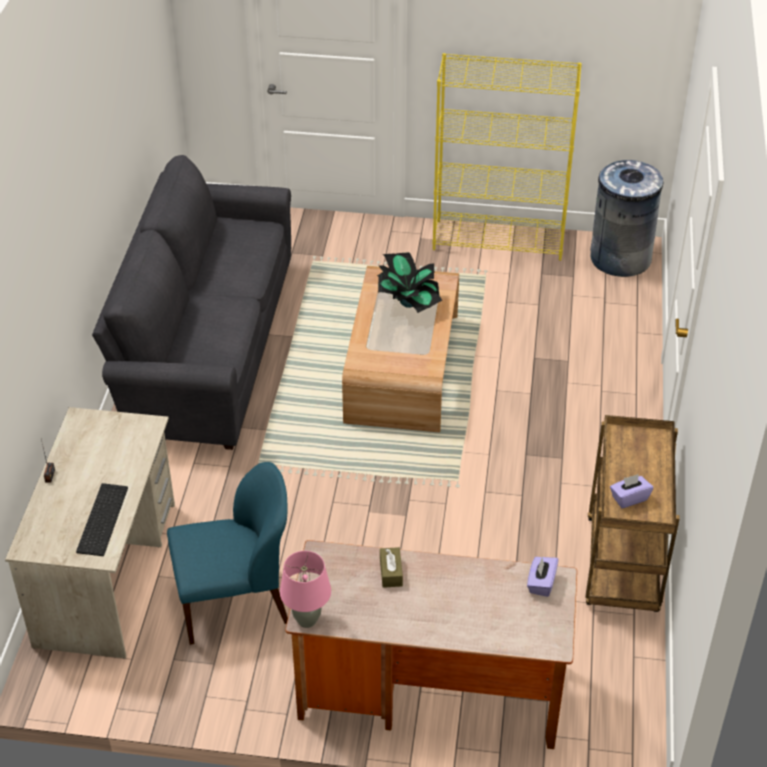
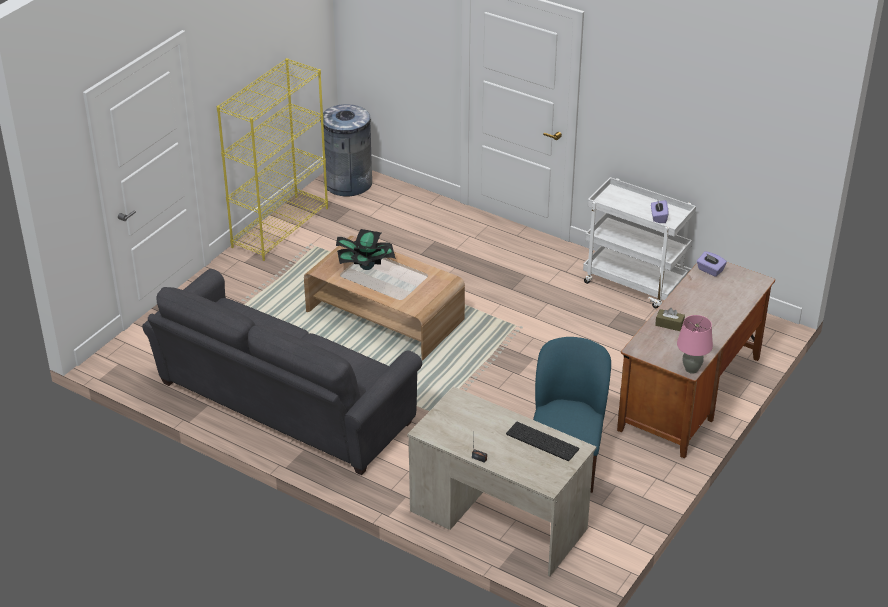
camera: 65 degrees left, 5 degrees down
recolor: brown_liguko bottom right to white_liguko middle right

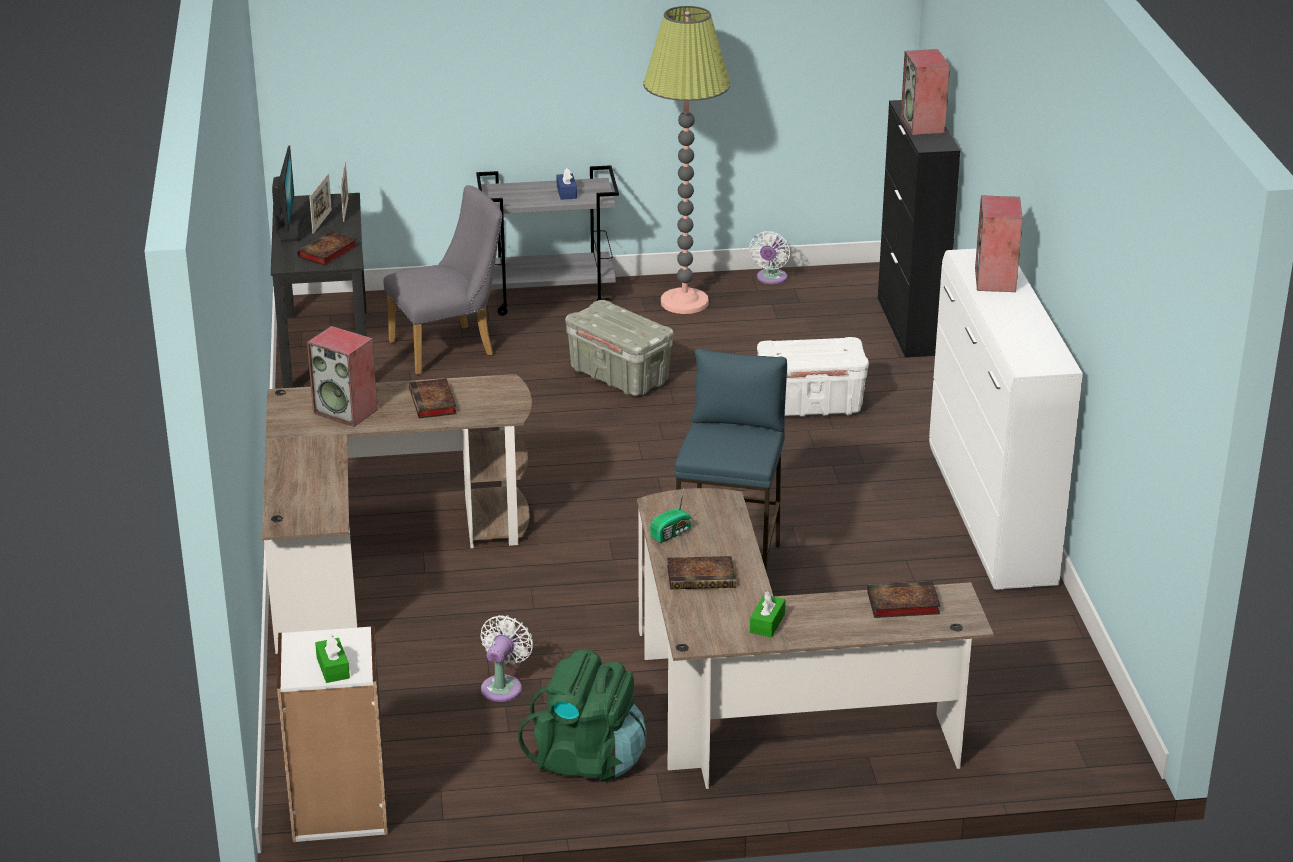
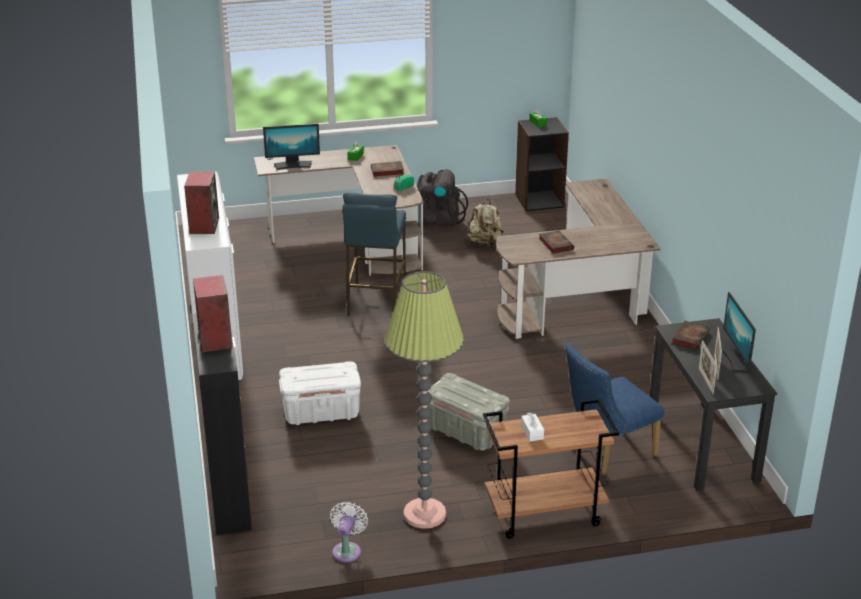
camera: 175 degrees right, 0 degrees up
delete: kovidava (1st from left) middle left
replace: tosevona (4th from left) bottom right to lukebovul (1st from left) top centre; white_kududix (1st from left) bottom centre to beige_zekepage centre
recolor: grey_liguko top centre to brown_liguko bottom centre; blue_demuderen top centre to white_demuderen bottom centre; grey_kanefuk top centre to blue_kanefuk bottom right; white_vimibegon bottom left to black_vimibegon top centre; green_zekepage bottom centre to black_zekepage top centre

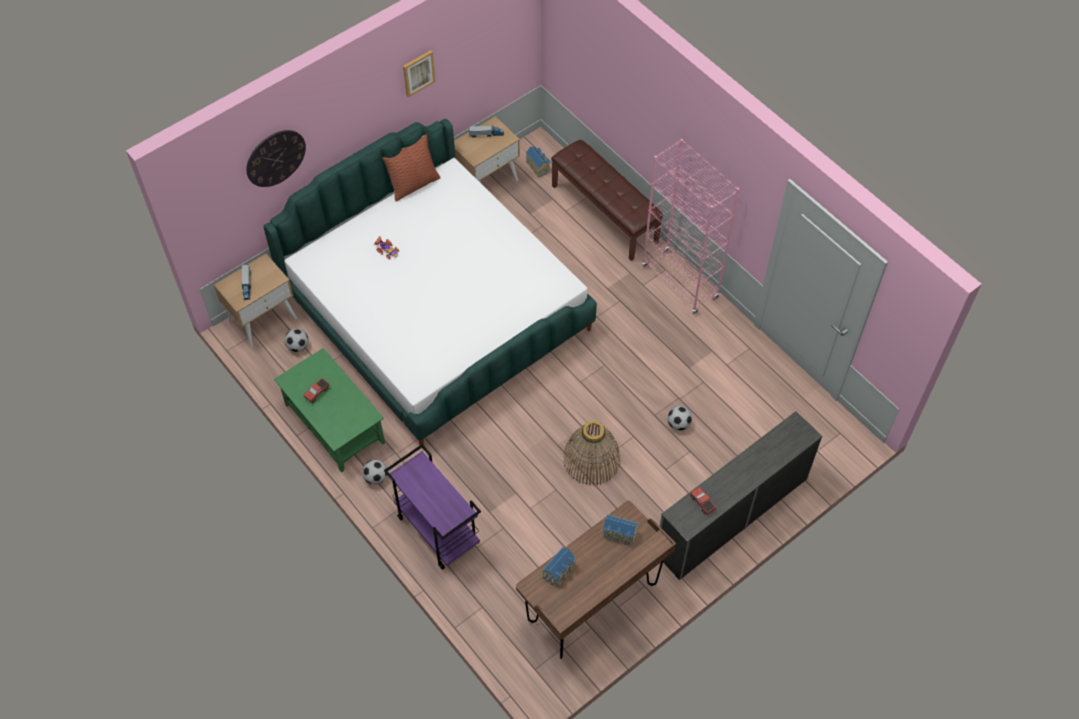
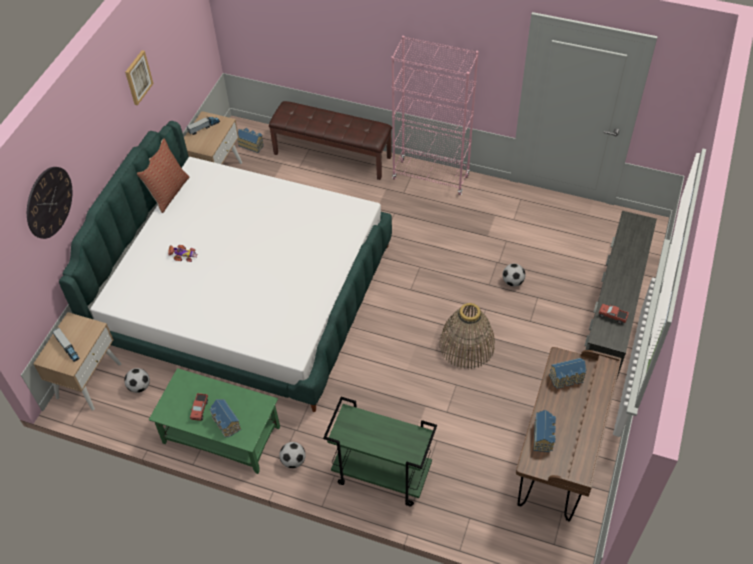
camera: 30 degrees left, 5 degrees down
insert: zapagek (1st from left) bottom left
recolor: purple_liguko bottom centre to green_liguko bottom centre

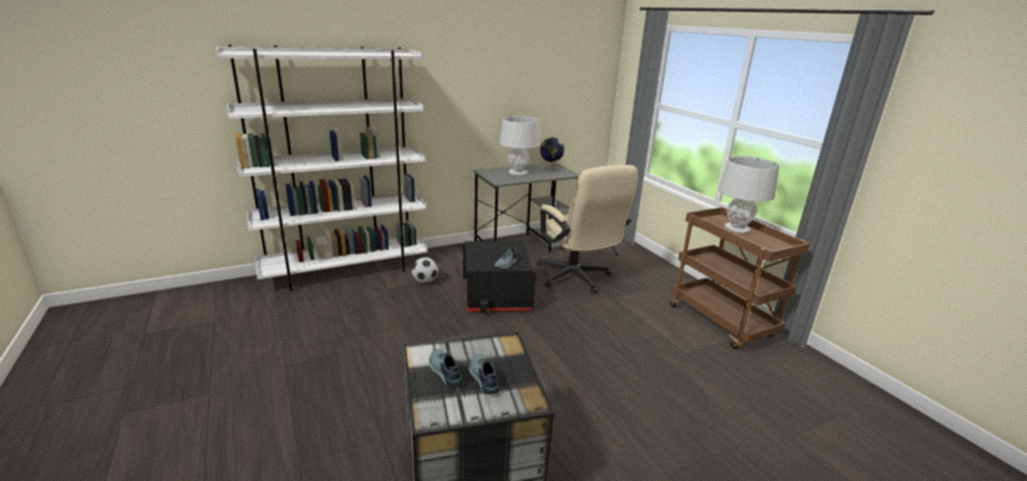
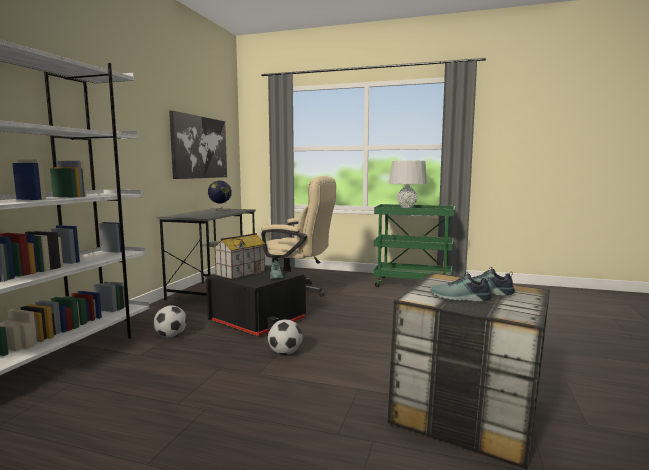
camera: 45 degrees left, 15 degrees down
delete: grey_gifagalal (1st from left) top centre
insert: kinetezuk top left; zapagek centre; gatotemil (2nd from left) bottom centre
recolor: brown_liguko middle right to green_liguko centre

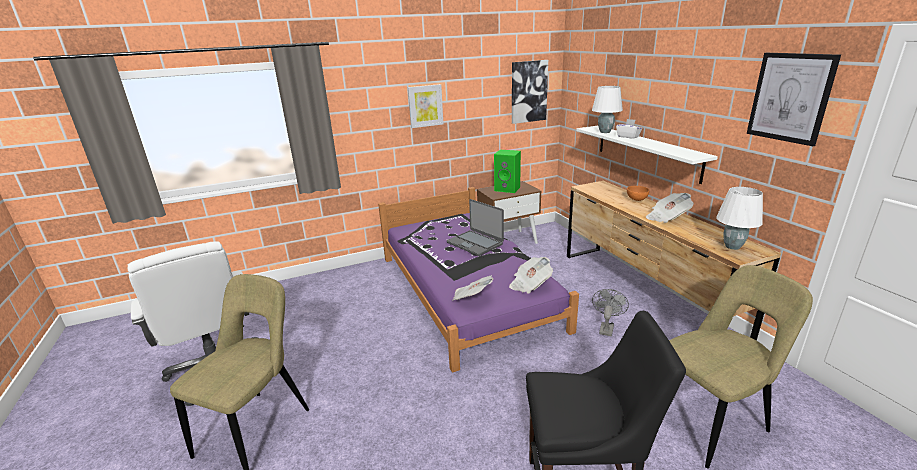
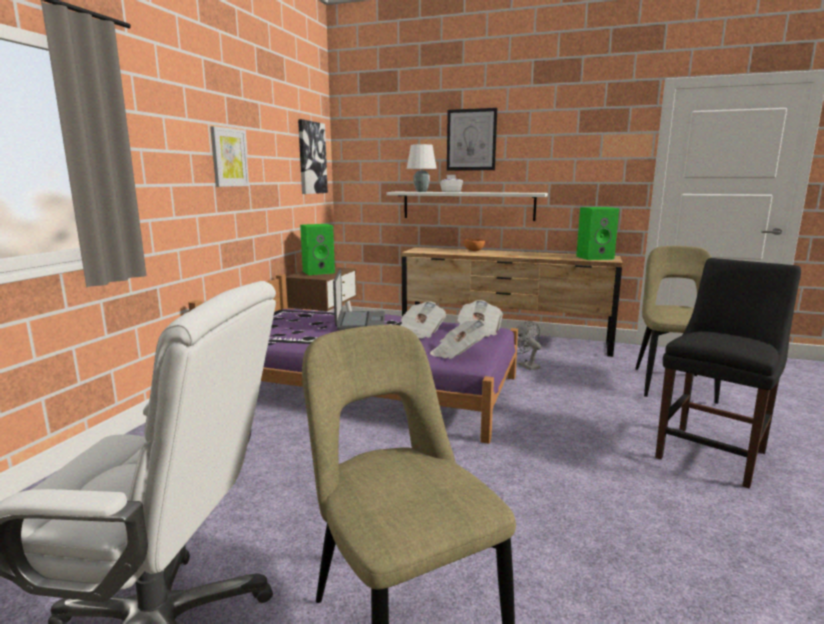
camera: 50 degrees left, 10 degrees down
move: kinetezuk (3rd from left) top right to top centre; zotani (3rd from left in the first image) middle right to zotani (1st from left) centre
replace: white_gifagalal (2nd from left) middle right to green_kovidava (2nd from left) middle right
rotate: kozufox centre = centre 90 degrees counterclockwise

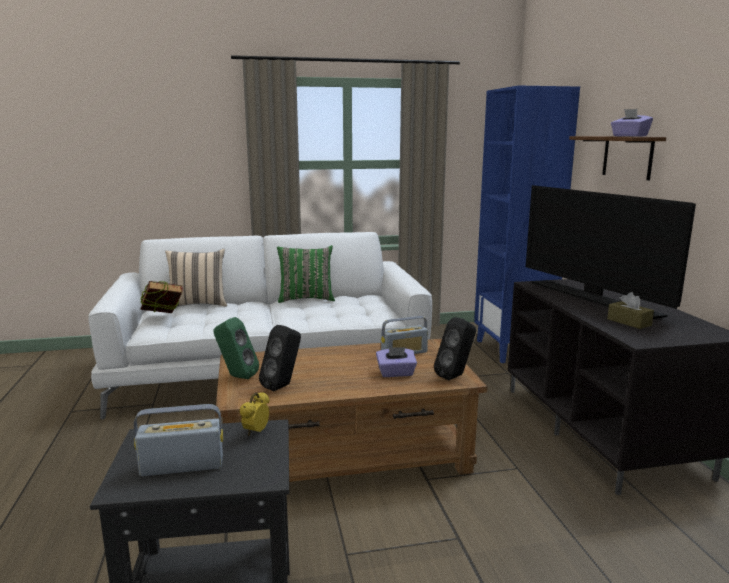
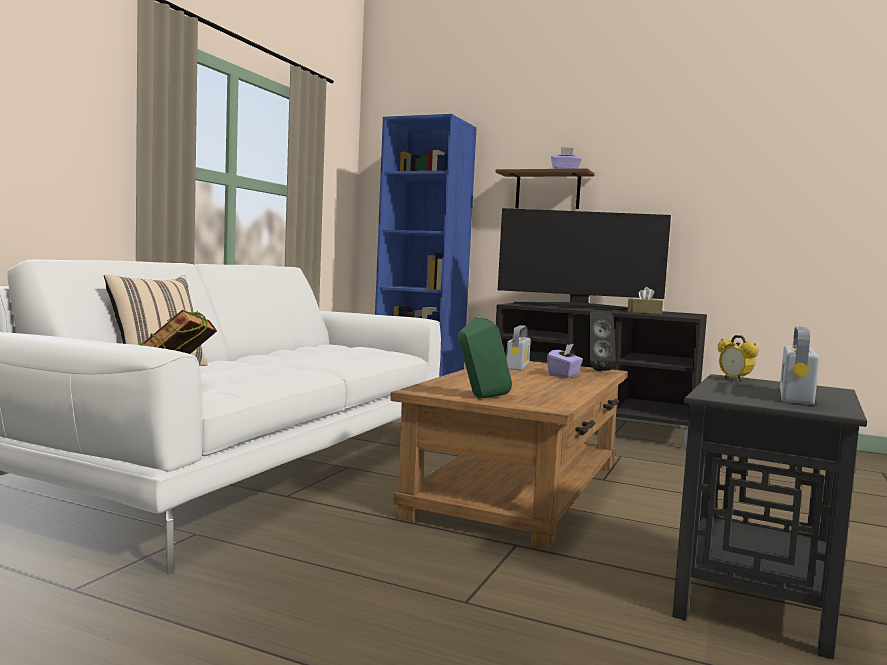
camera: 55 degrees left, 10 degrees down
delete: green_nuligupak centre; black_kovidava (1st from left) centre

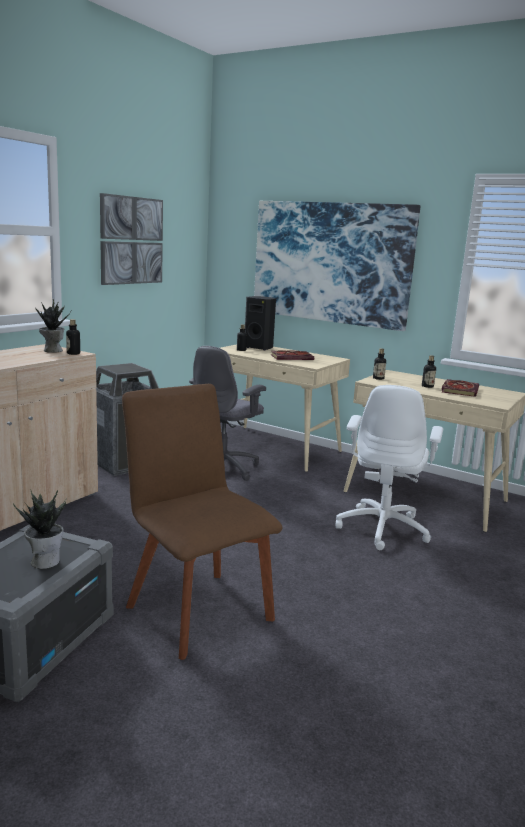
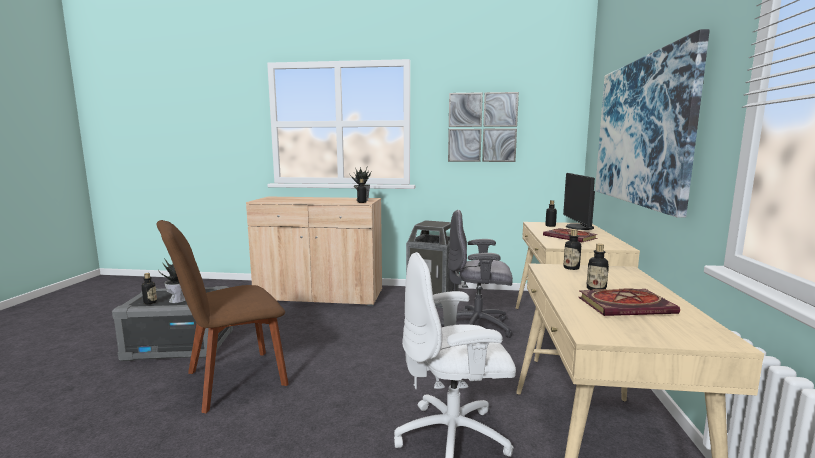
camera: 65 degrees right, 5 degrees down
insert: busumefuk (1st from left) middle left
replace: black_kovidava centre to lukebovul middle right
rotate: brown_kanefuk centre = bottom left 150 degrees counterclockwise

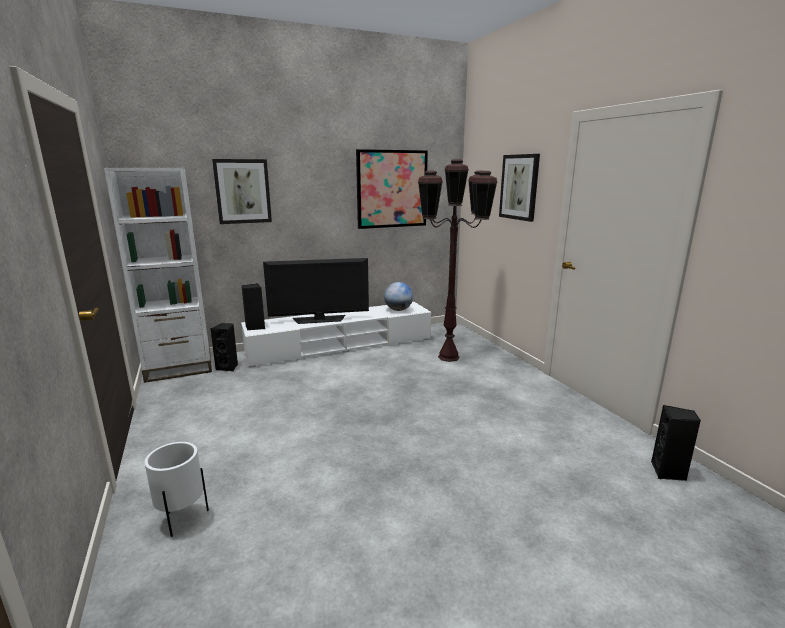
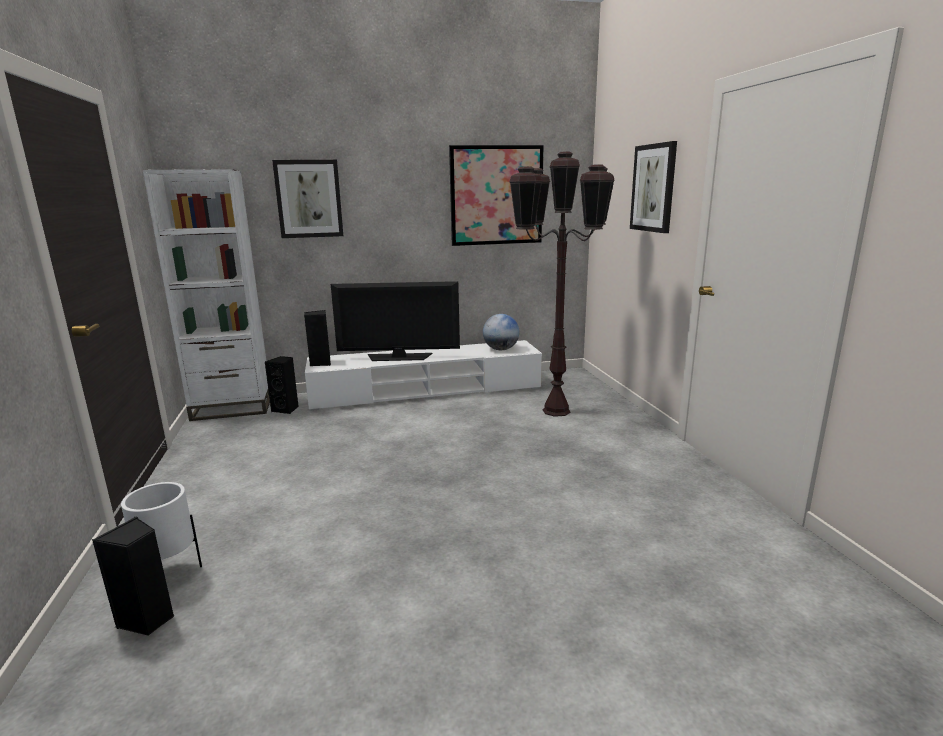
camera: 10 degrees right, 0 degrees up
move: black_kovidava (3rd from left in the first image) bottom right to black_kovidava (1st from left) bottom left

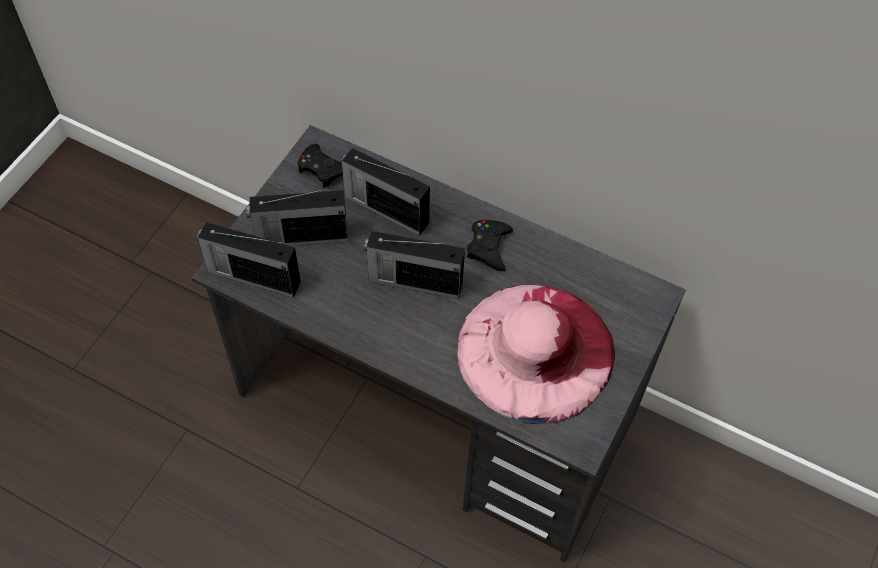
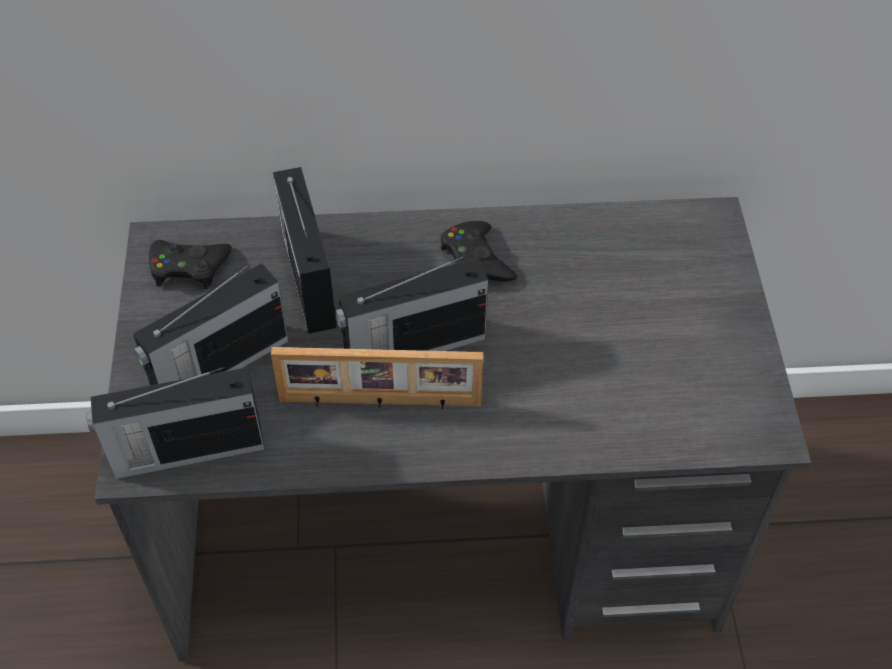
camera: 30 degrees left, 5 degrees down
delete: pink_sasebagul centre
insert: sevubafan centre
rotate: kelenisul (3rd from left) centre = centre 75 degrees clockwise

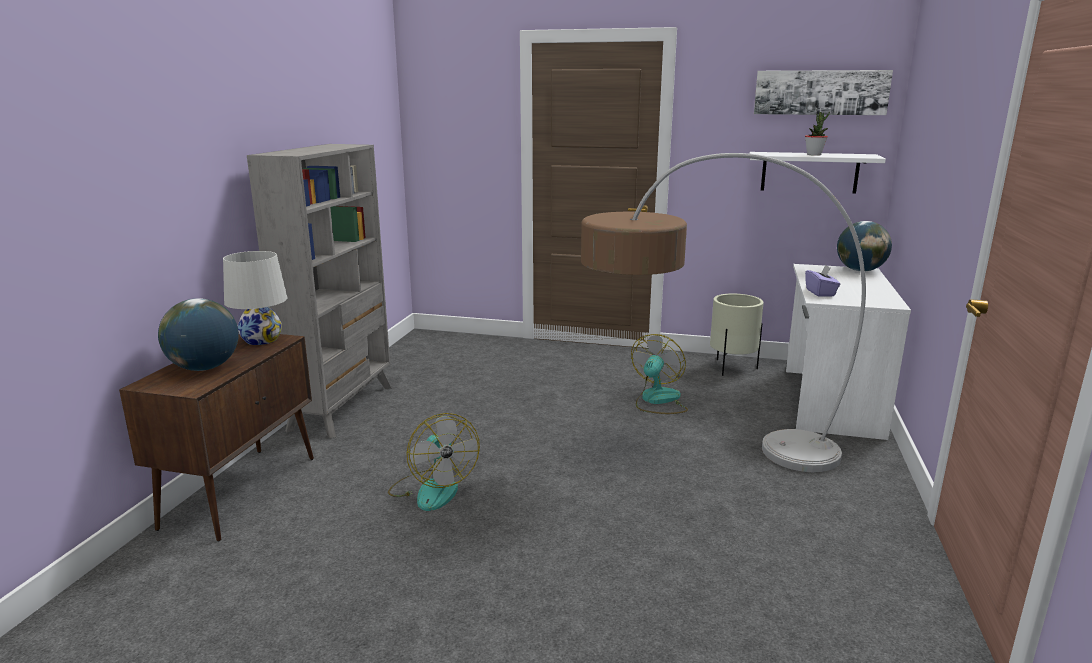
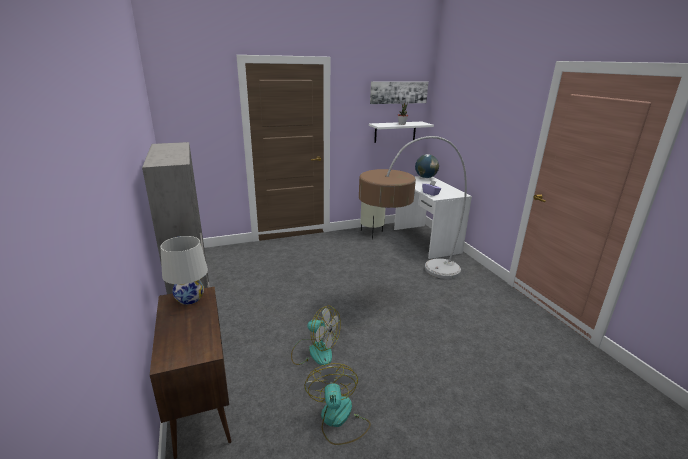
camera: 35 degrees left, 5 degrees up
delete: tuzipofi (1st from left) middle left
move: kududix (2nd from left) centre to bottom centre

